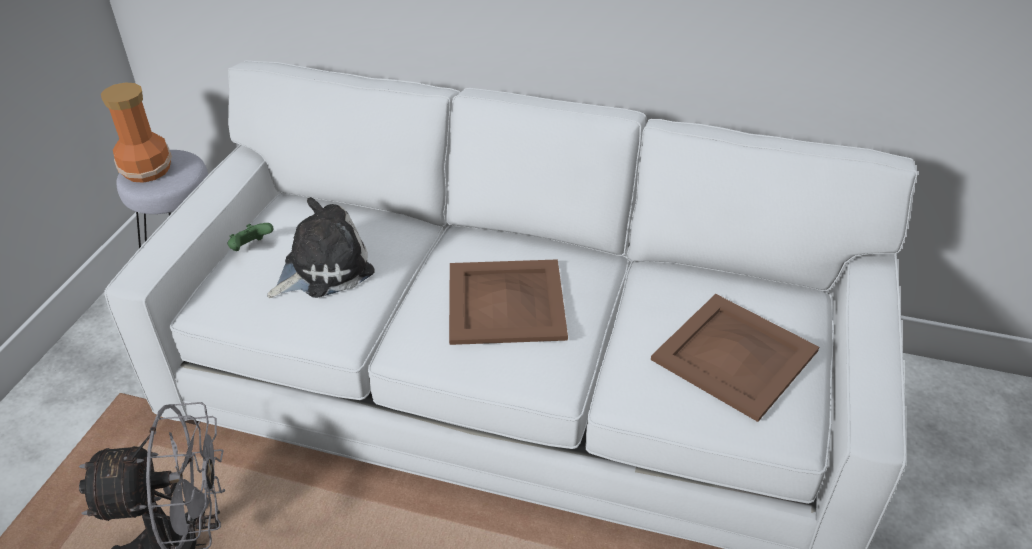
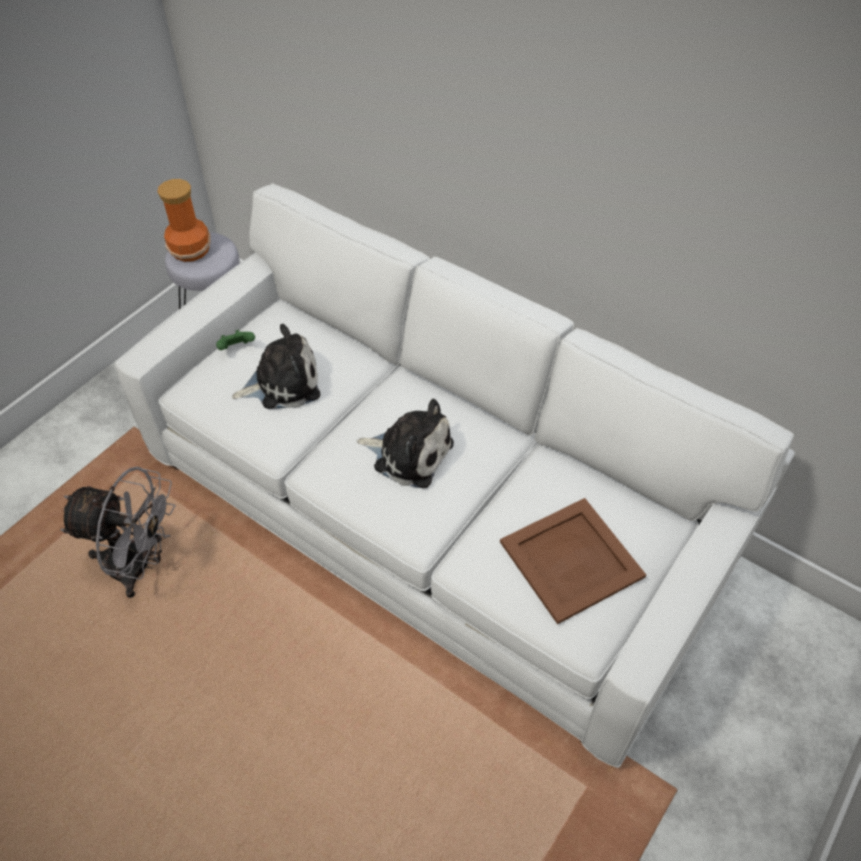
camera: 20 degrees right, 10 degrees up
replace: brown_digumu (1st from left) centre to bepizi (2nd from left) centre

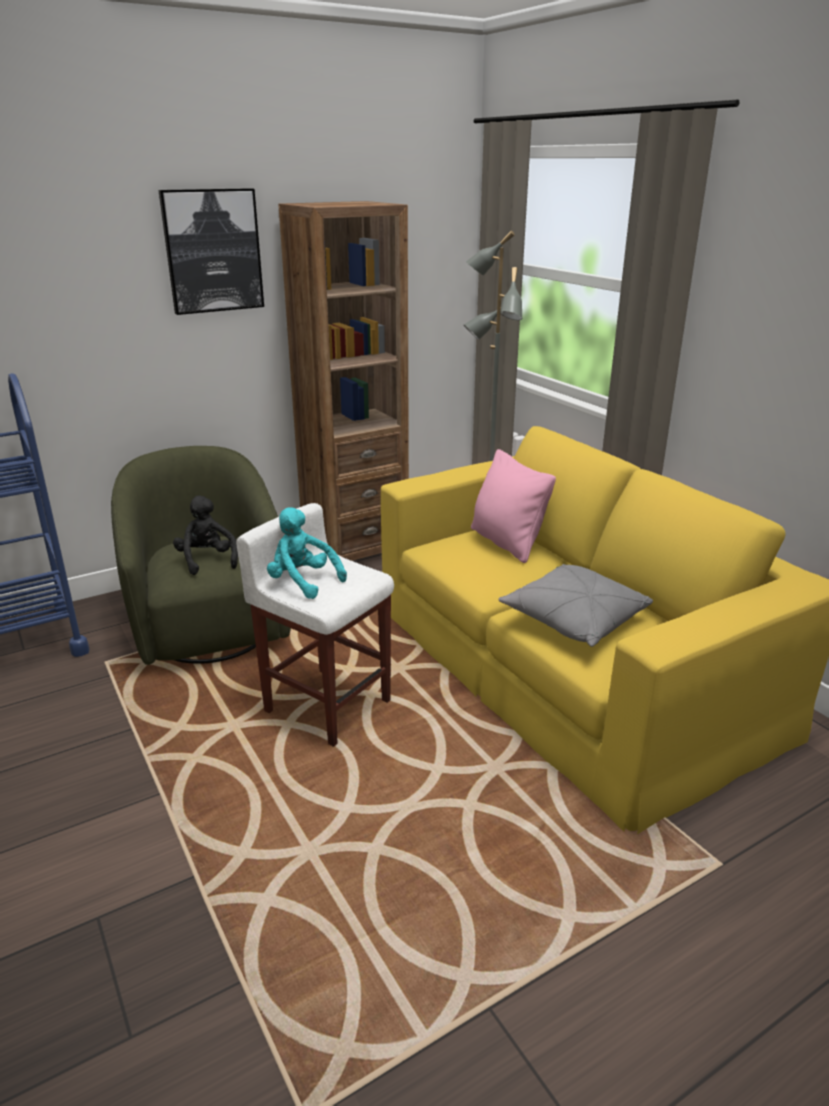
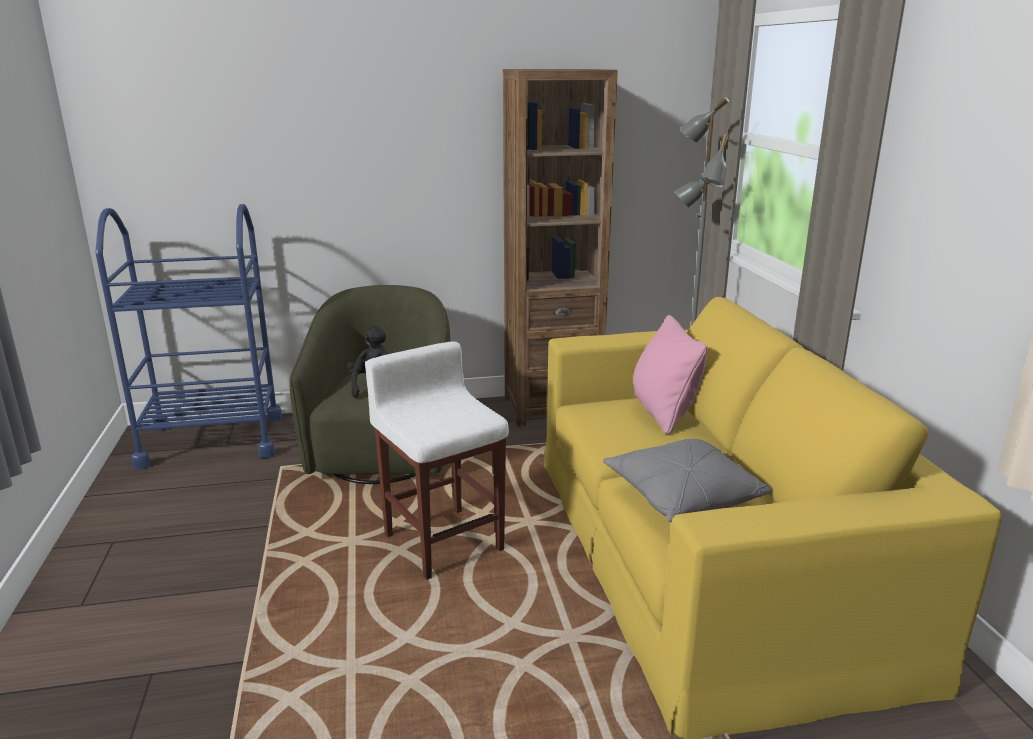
camera: 20 degrees right, 5 degrees down
delete: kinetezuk top left; turquoise_bepizi centre

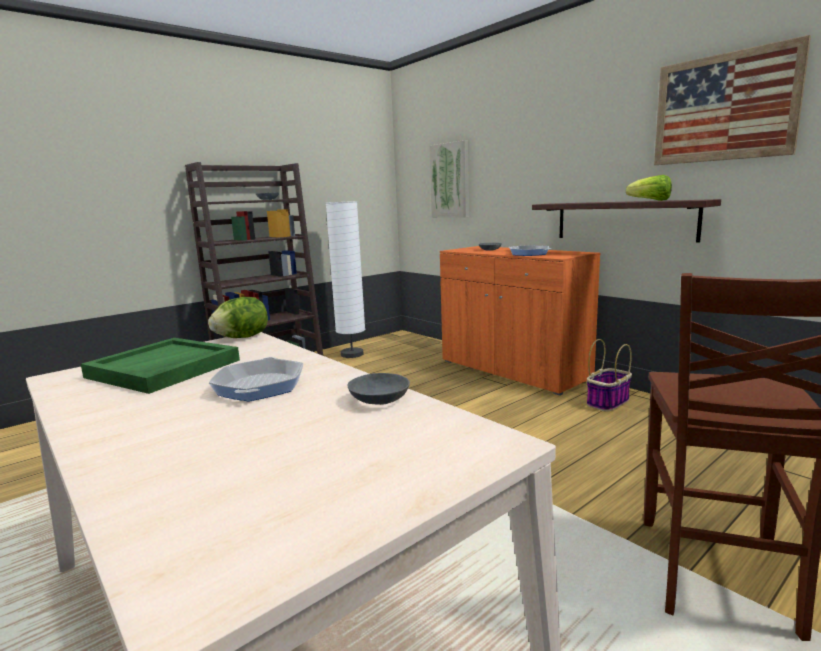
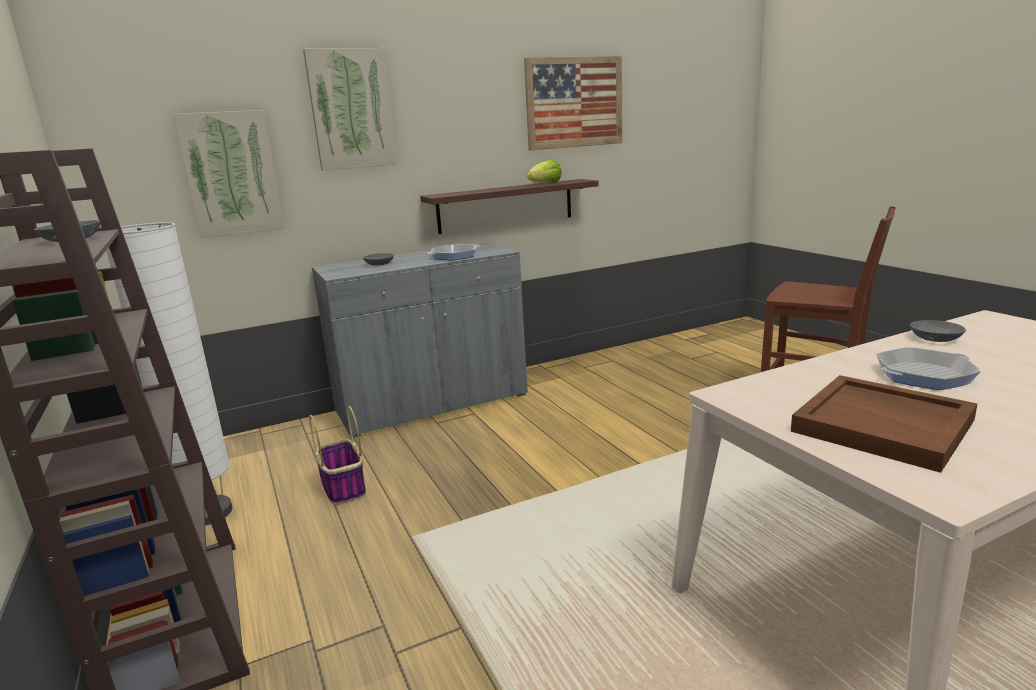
camera: 75 degrees left, 5 degrees up
delete: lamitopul (1st from left) middle left
insert: kinetezuk (2nd from left) top centre
move: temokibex middle right to middle left
recolor: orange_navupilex centre to grey_navupilex centre; green_digumu middle left to brown_digumu middle right
rotate: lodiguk (1st from left in the first image) middle left = middle right 150 degrees clockwise

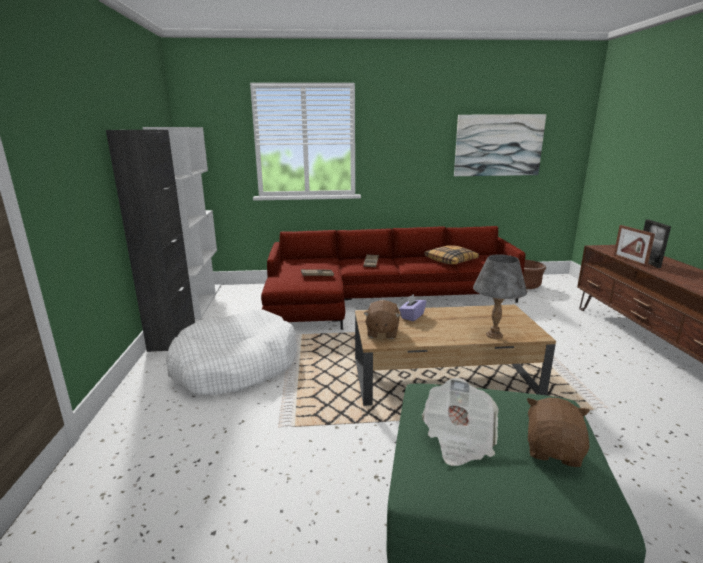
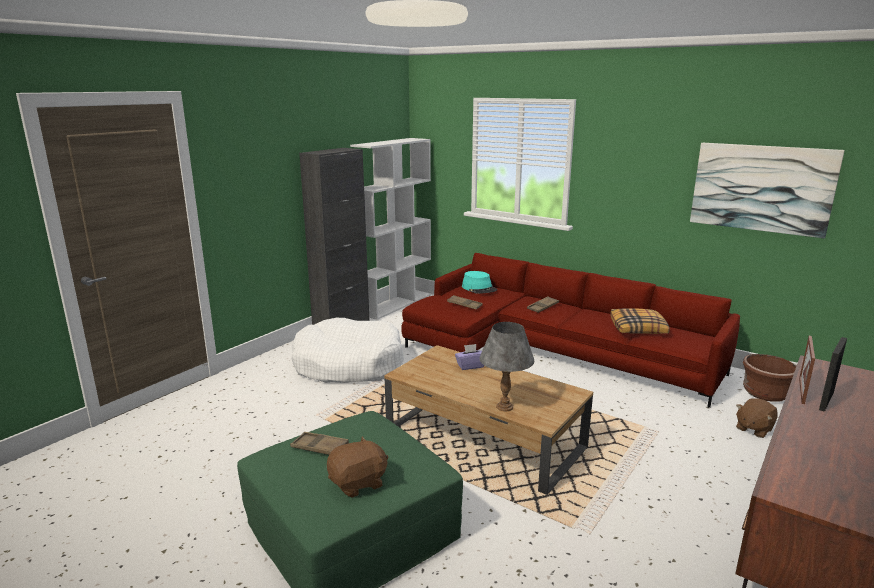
camera: 40 degrees right, 0 degrees up
insert: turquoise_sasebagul centre
move: brown_bepizi (1st from left in the first image) centre to brown_bepizi (2nd from left) bottom right
replace: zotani bottom centre to brown_digumu (1st from left) bottom centre

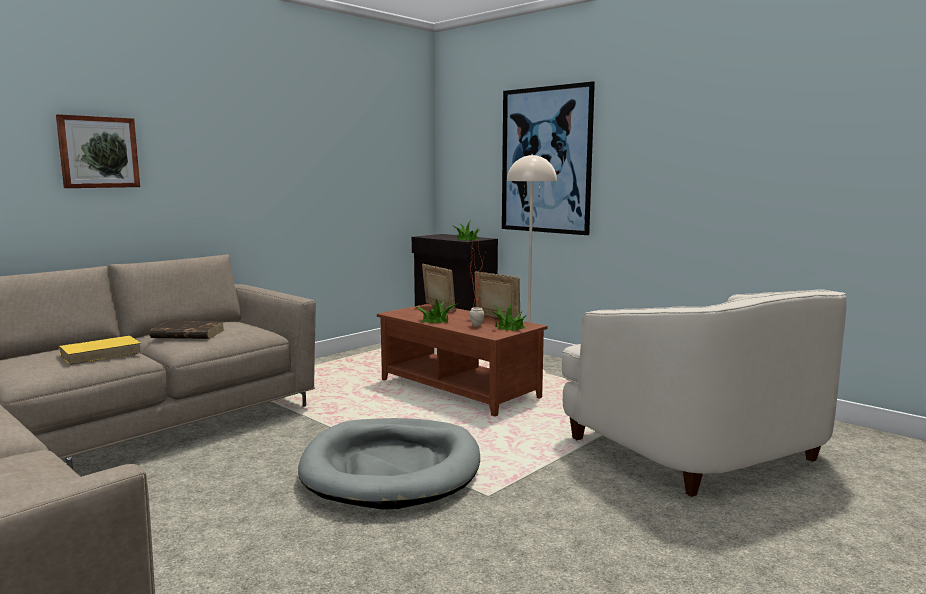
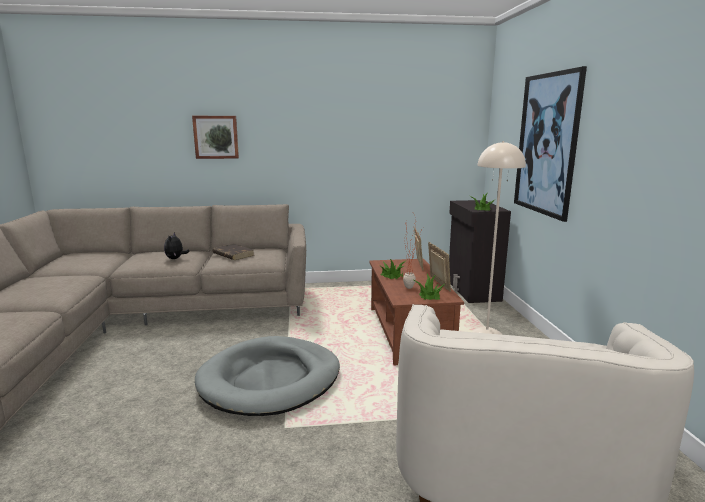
camera: 40 degrees right, 5 degrees up
replace: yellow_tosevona middle left to bepizi middle left

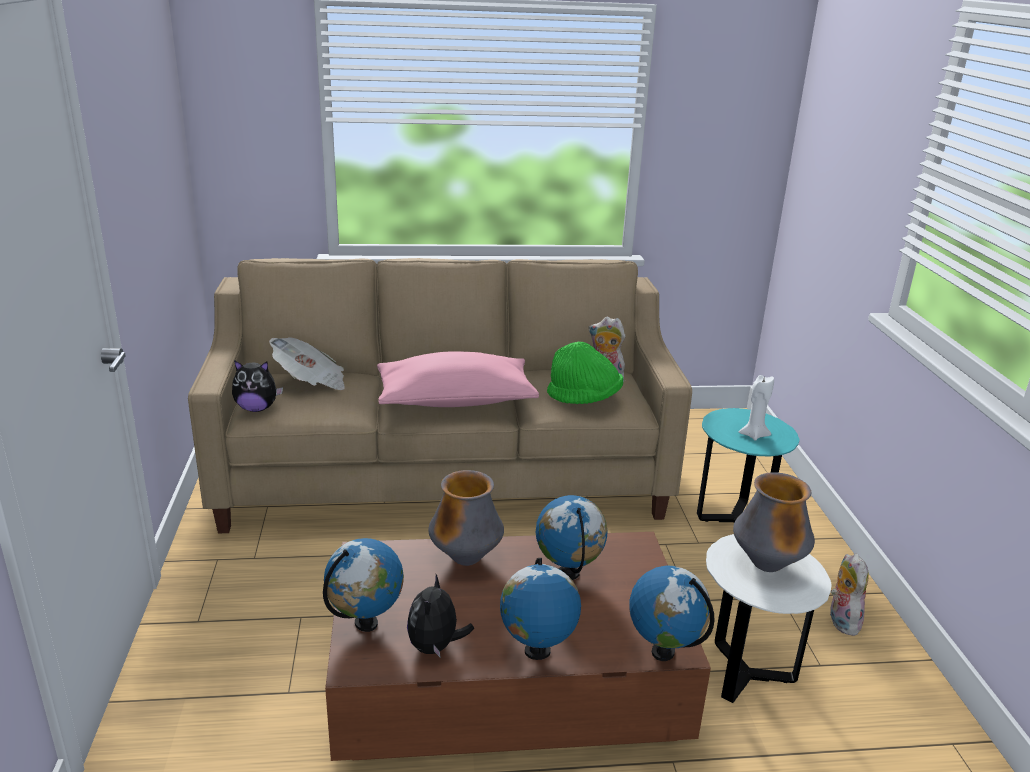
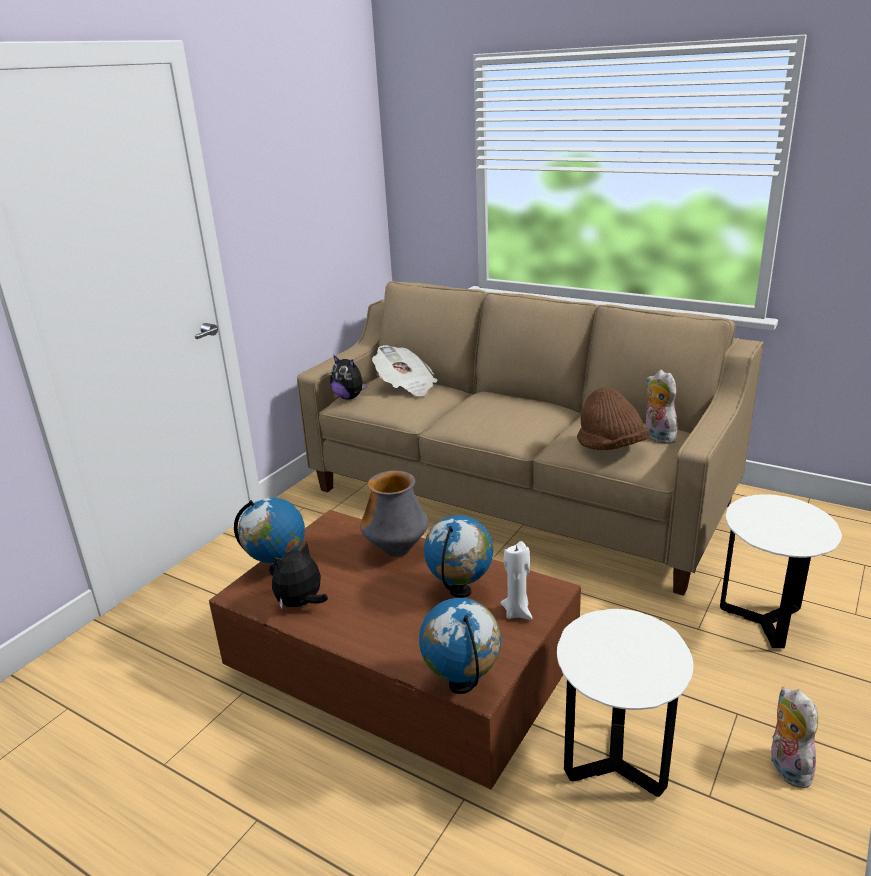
camera: 40 degrees right, 0 degrees up
delete: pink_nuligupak centre; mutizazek (2nd from left) bottom right; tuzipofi (2nd from left) bottom centre
move: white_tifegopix middle right to centre
recolor: green_sasebagul centre to brown_sasebagul middle right; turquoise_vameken middle right to white_vameken (2nd from left) middle right
rotate: bepizi (4th from left) bottom right = bottom right 45 degrees counterclockwise

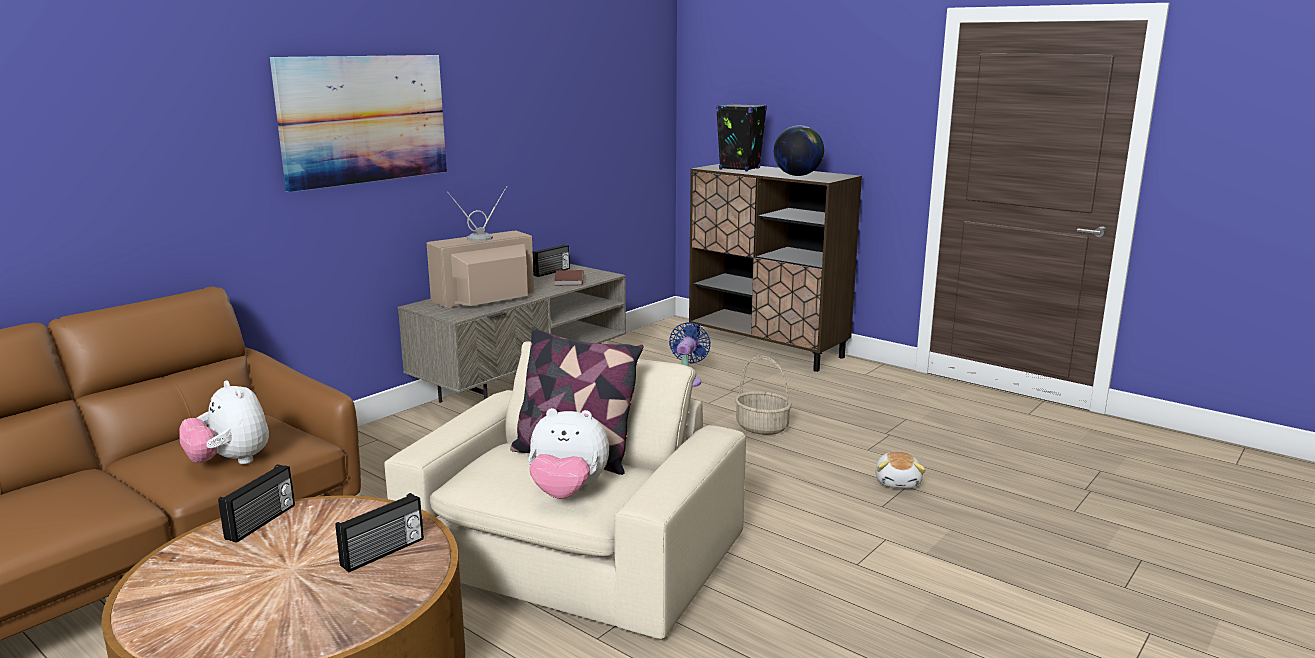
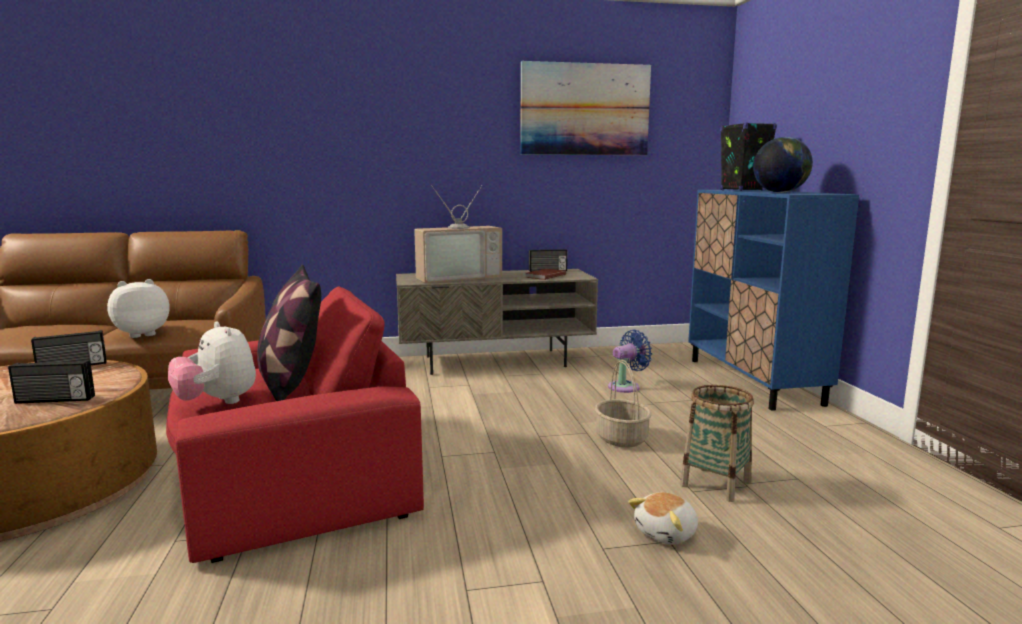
camera: 40 degrees right, 5 degrees down
insert: temokibex (2nd from left) bottom right
move: kinetezuk top left to top centre
recolor: brown_navupilex centre to blue_navupilex middle right; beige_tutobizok bottom centre to red_tutobizok bottom left
rotate: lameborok centre = centre 150 degrees clockwise; bepizi (1st from left) middle left = middle left 60 degrees clockwise

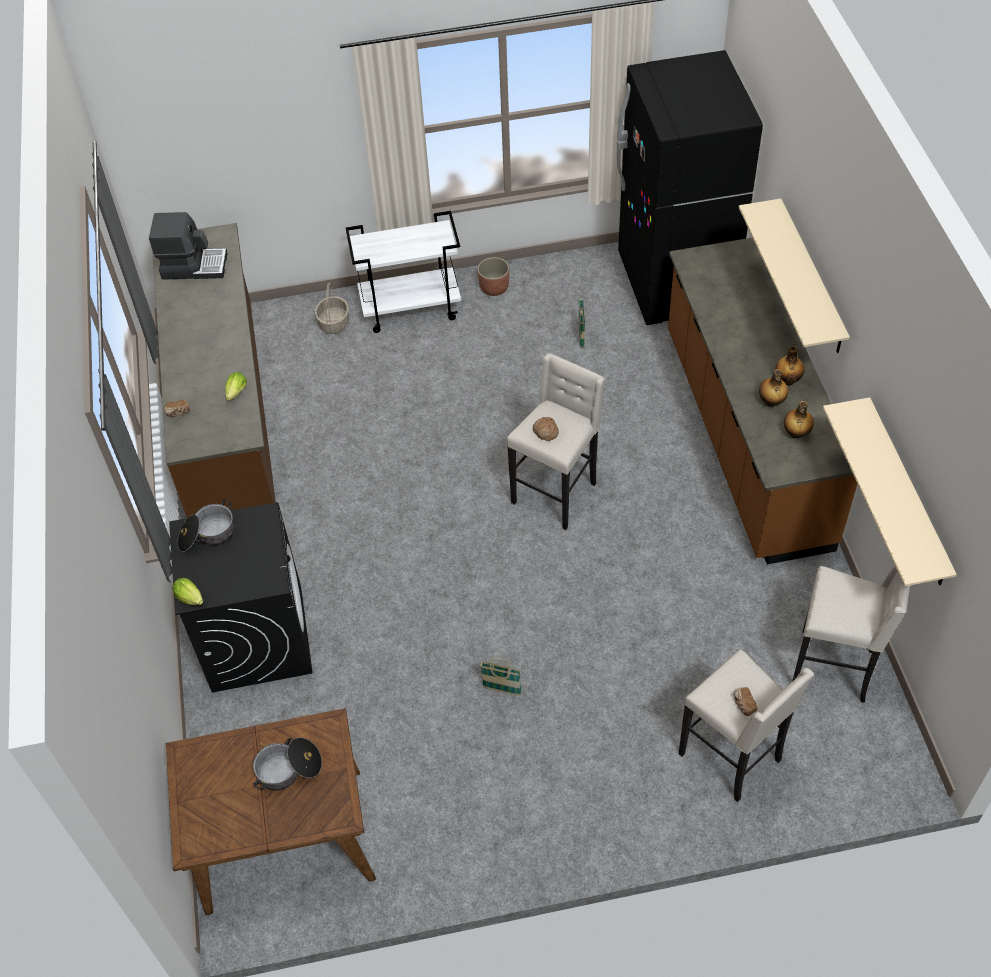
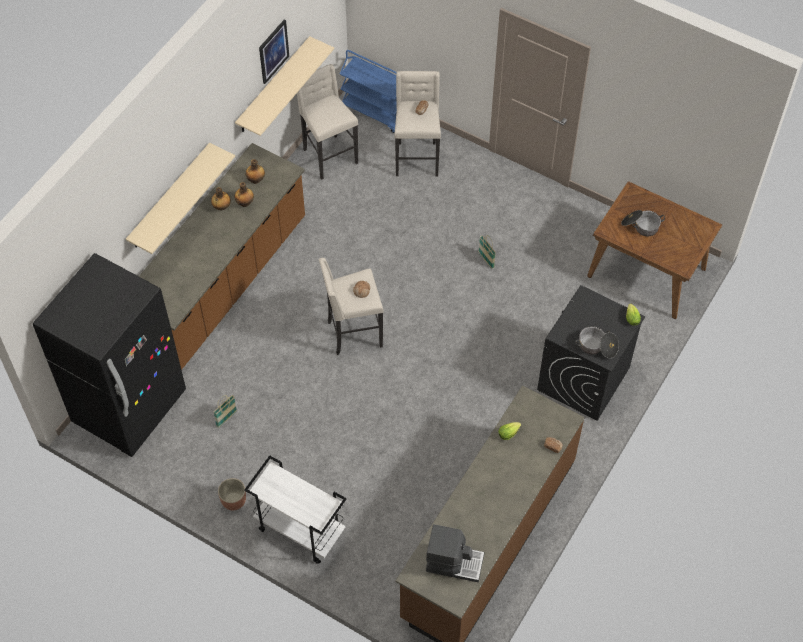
camera: 140 degrees left, 5 degrees up
delete: temokibex (1st from left) top centre
insert: kinetezuk top centre; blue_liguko top centre
rotate: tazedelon top left = bottom centre 150 degrees clockwise

